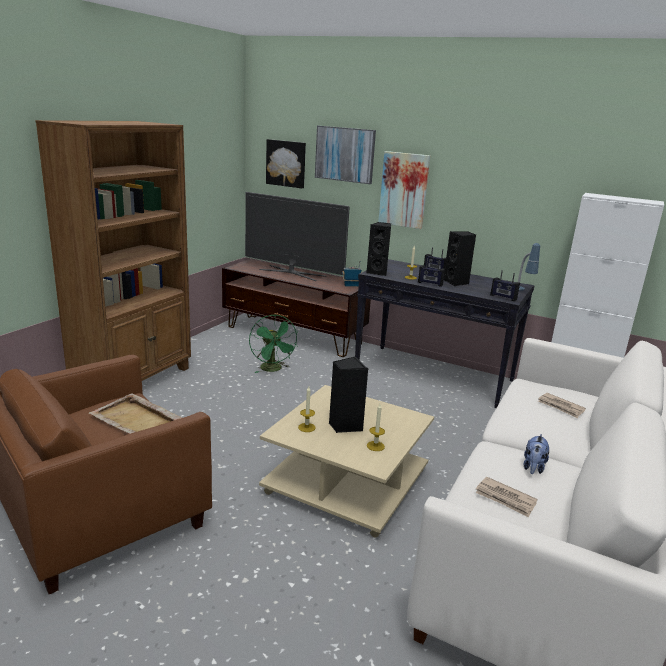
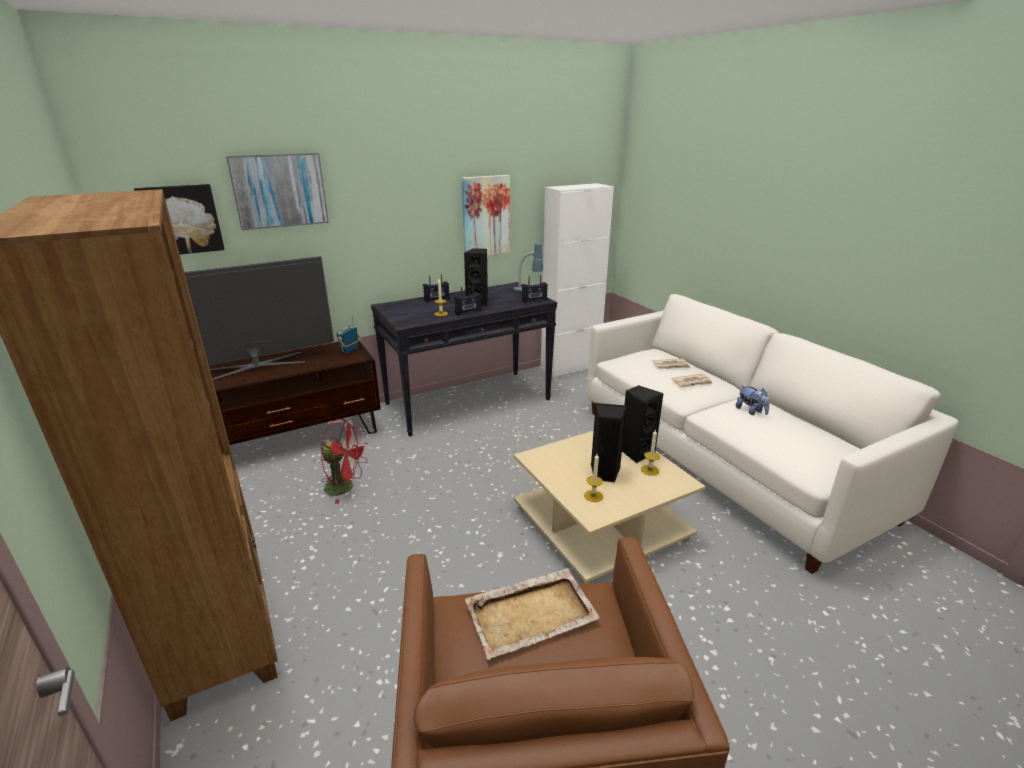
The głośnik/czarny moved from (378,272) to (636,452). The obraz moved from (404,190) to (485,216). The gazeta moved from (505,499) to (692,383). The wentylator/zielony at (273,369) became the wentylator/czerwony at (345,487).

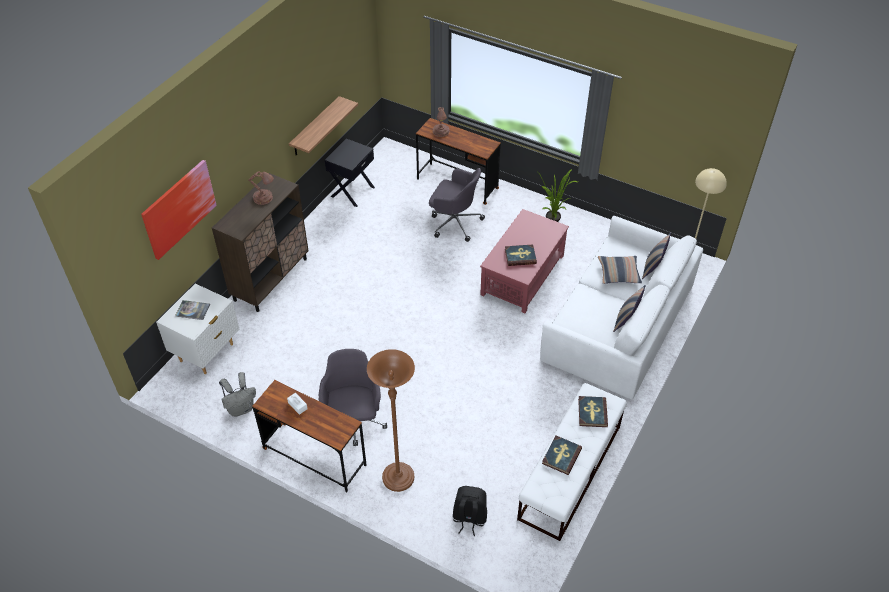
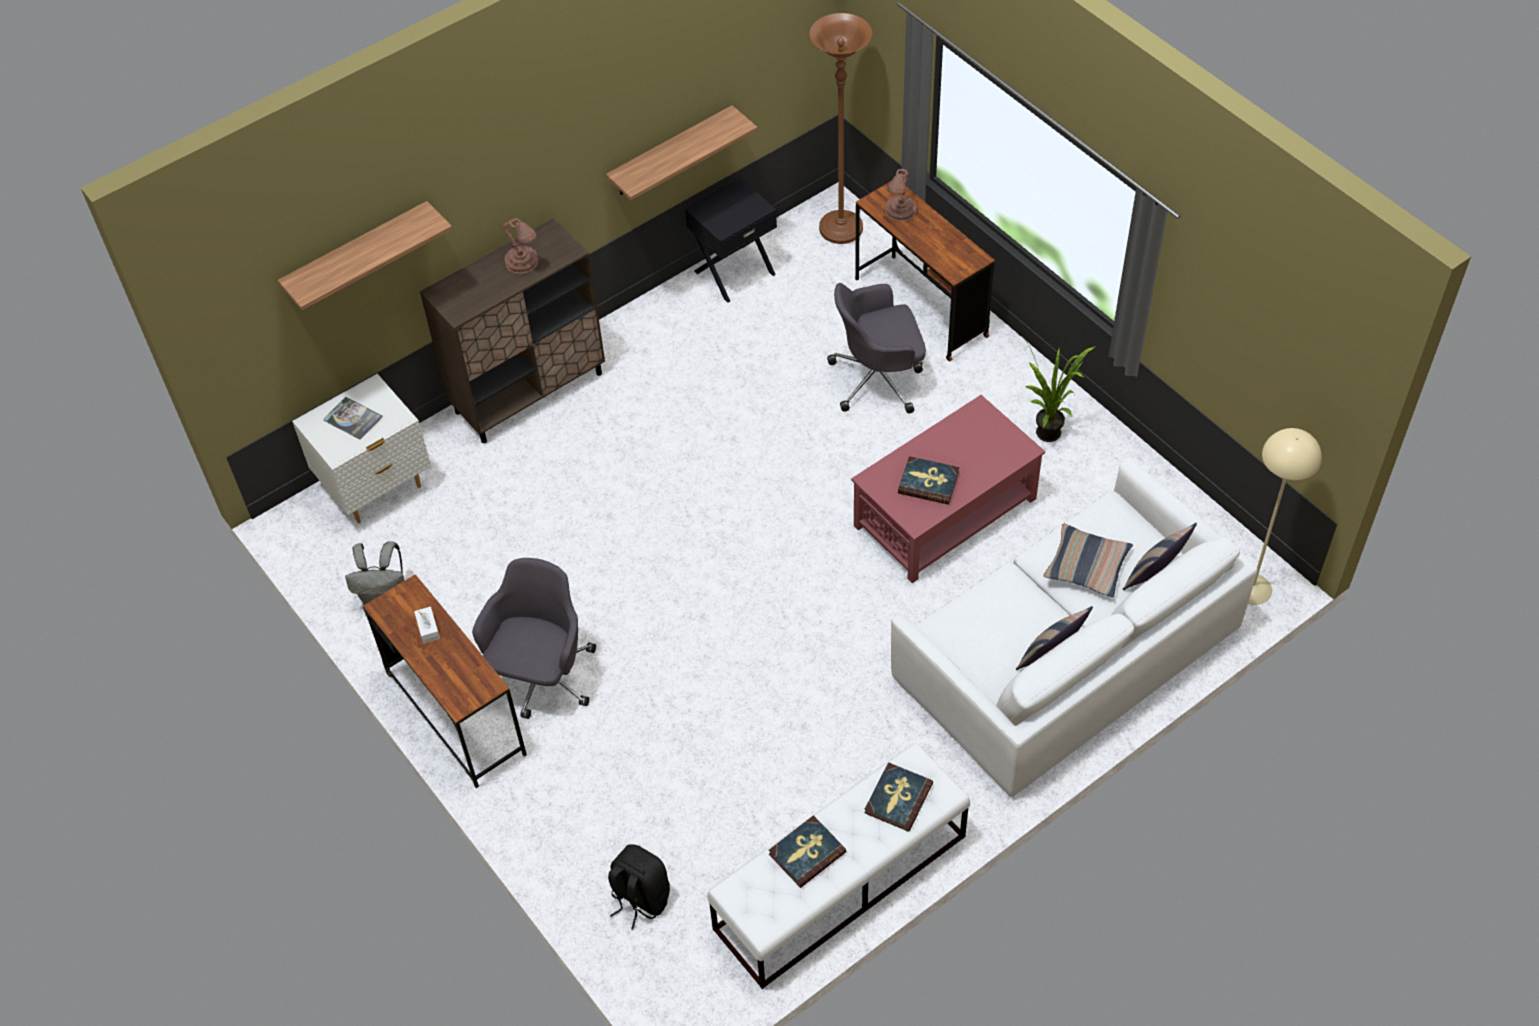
The lampa stojąca/brązowy moved from (398,478) to (841,229). The obraz at (179,208) was replaced by the półka at (357,253). The krzesło biurowe/szary at (454,222) turned 120 degrees clockwise.

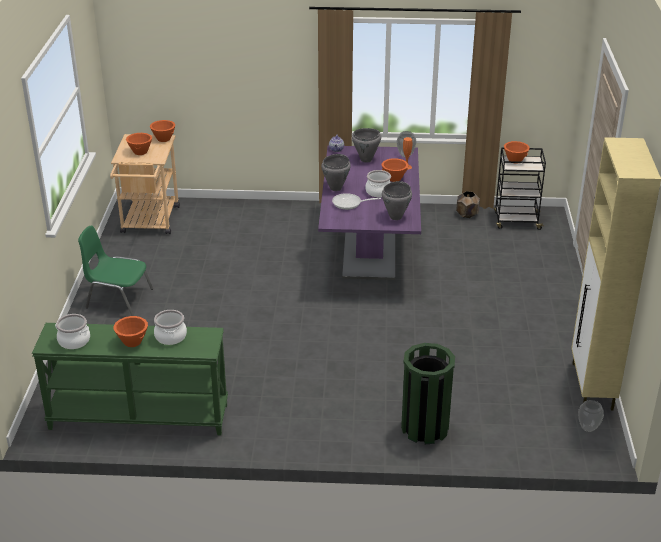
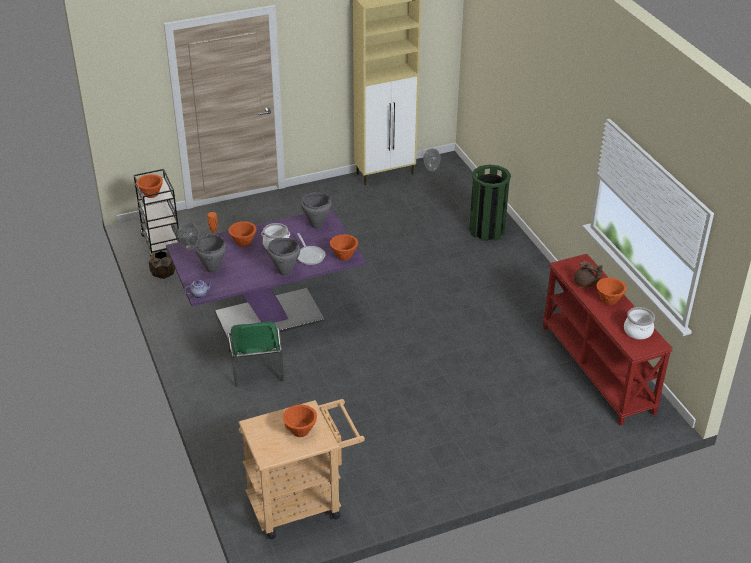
The krzesło/zielony moved from (118,298) to (256,366). The miska/pomarańczowy moved from (163,139) to (343,256). The garnek at (170,336) was replaced by the imbryk/brązowy at (585,284). The stolik konsolowy/zielony at (138,417) became the stolik konsolowy/czerwony at (598,369).

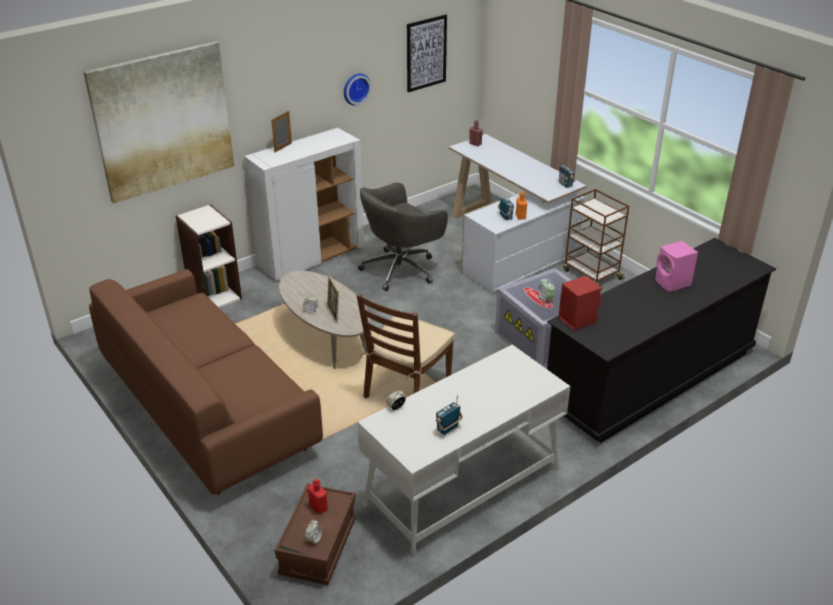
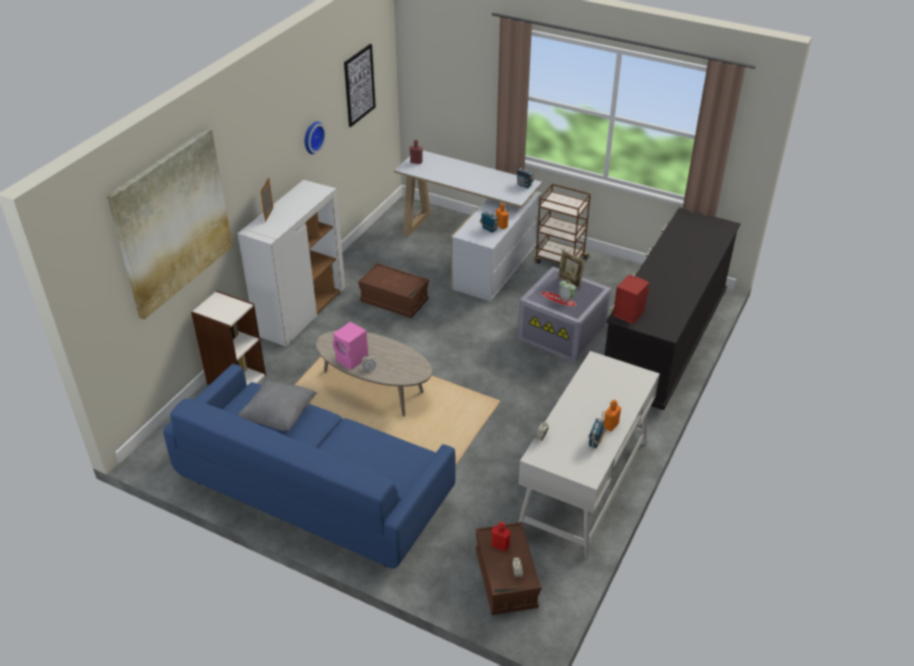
The krzesło/brązowy at (407,389) disappeared. The poduszka/szary at (279,416) appeared. The butelka/pomarańczowy at (610,426) appeared. The ramka na zdjęcie moved from (333,314) to (569,282). The głośnik/różowy moved from (673,283) to (352,360). The krzesło biurowe/szary at (401,269) was replaced by the pojemnik do przechowywania/brązowy at (394,301). The kanapa/brązowy at (208,406) became the kanapa/niebieski at (315,490).

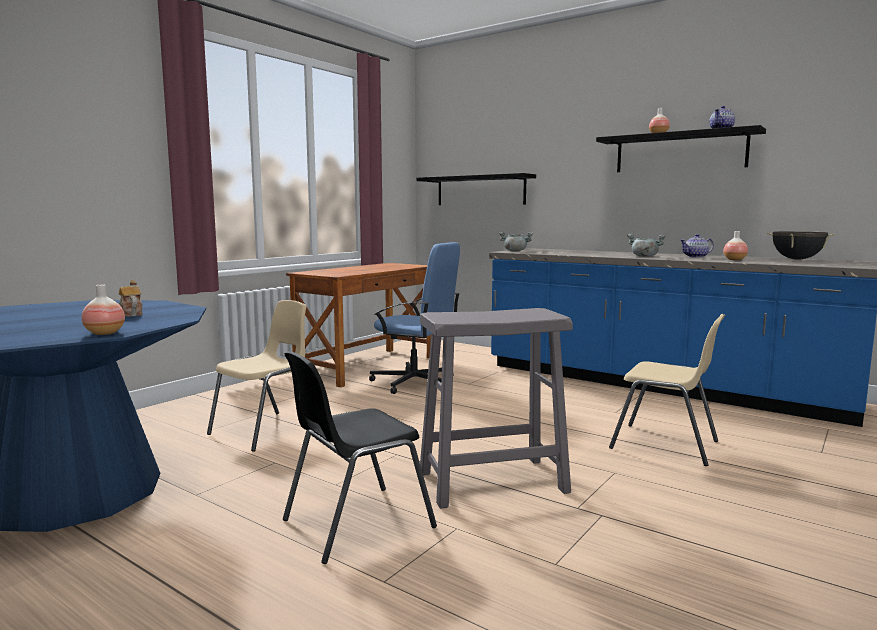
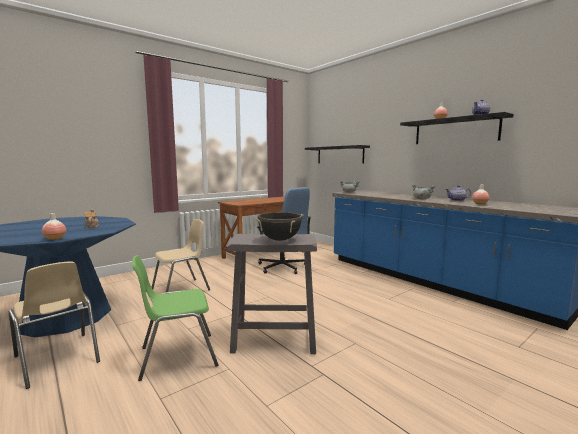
The krzesło/beżowy moved from (666,445) to (57,360). The garnek/czarny moved from (797,259) to (279,240). The krzesło/czarny at (355,523) became the krzesło/zielony at (177,356).

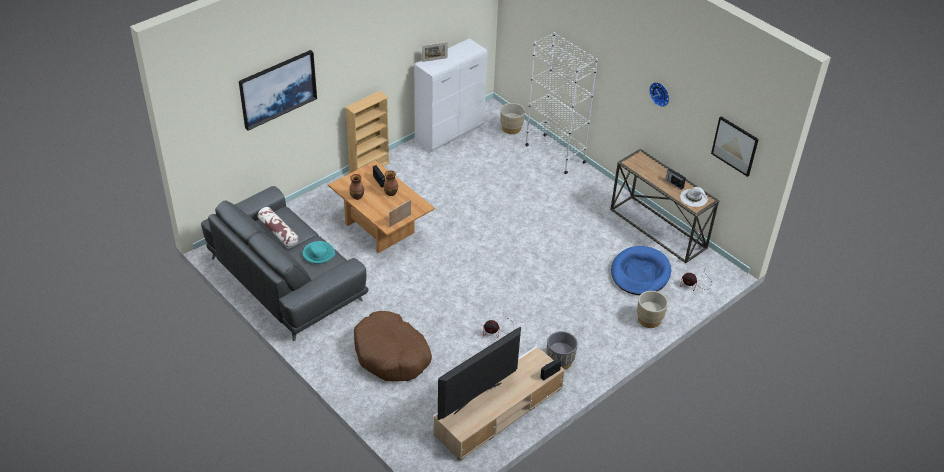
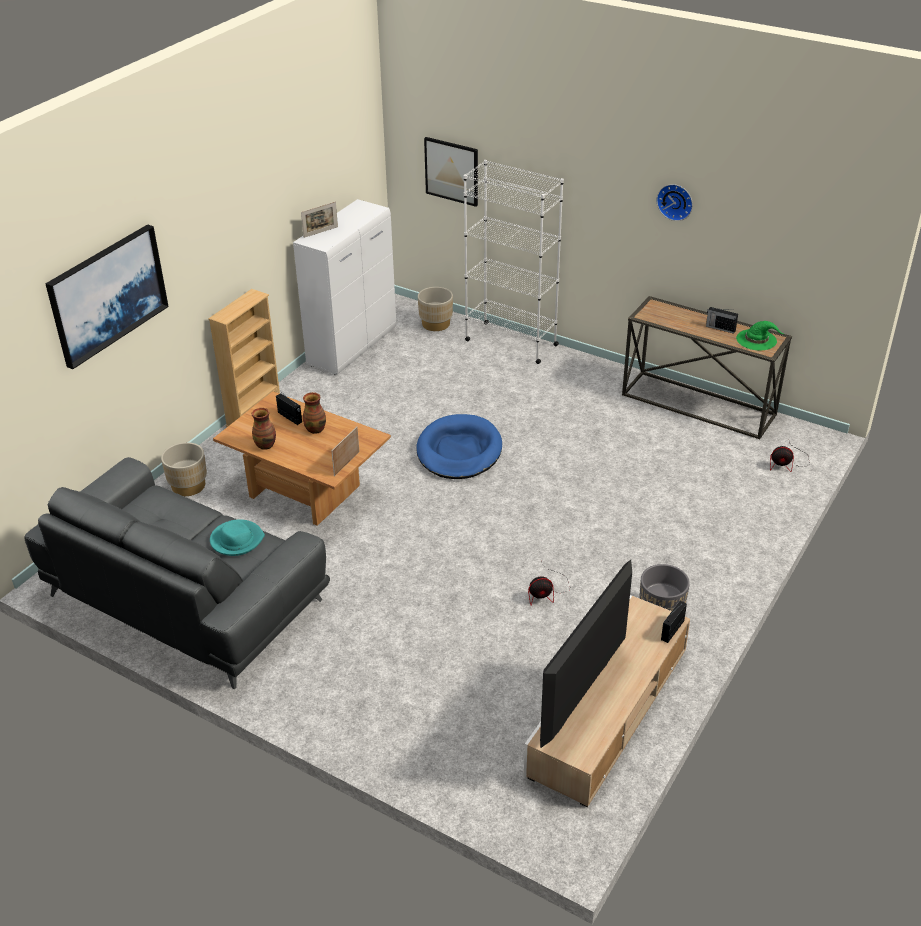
The poduszka at (278,232) disappeared. The legowisko/brązowy at (391,354) disappeared. The legowisko/niebieski moved from (640,273) to (459,451). The donica/beżowy moved from (649,319) to (188,486). The obraz moved from (735,146) to (451,171). The kapelusz/biały at (694,198) became the kapelusz/zielony at (757,340).

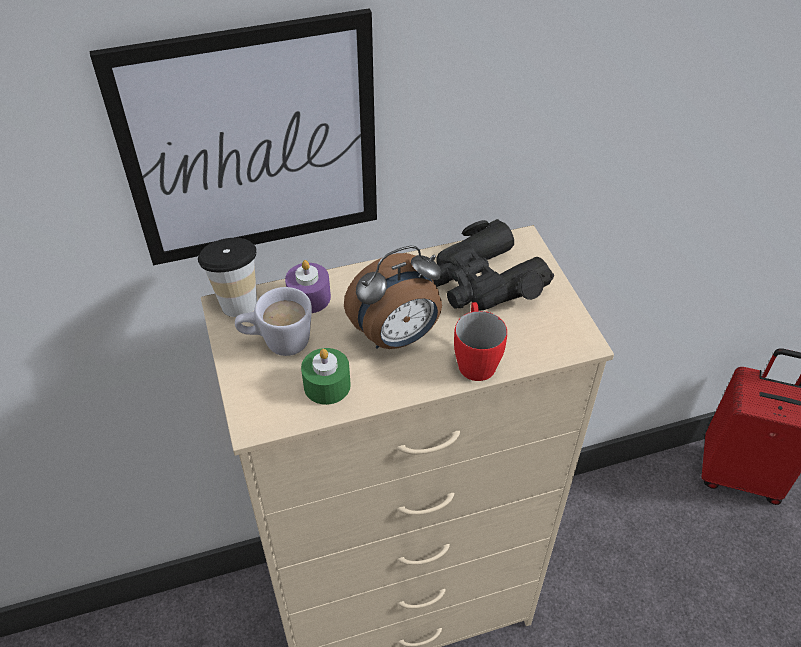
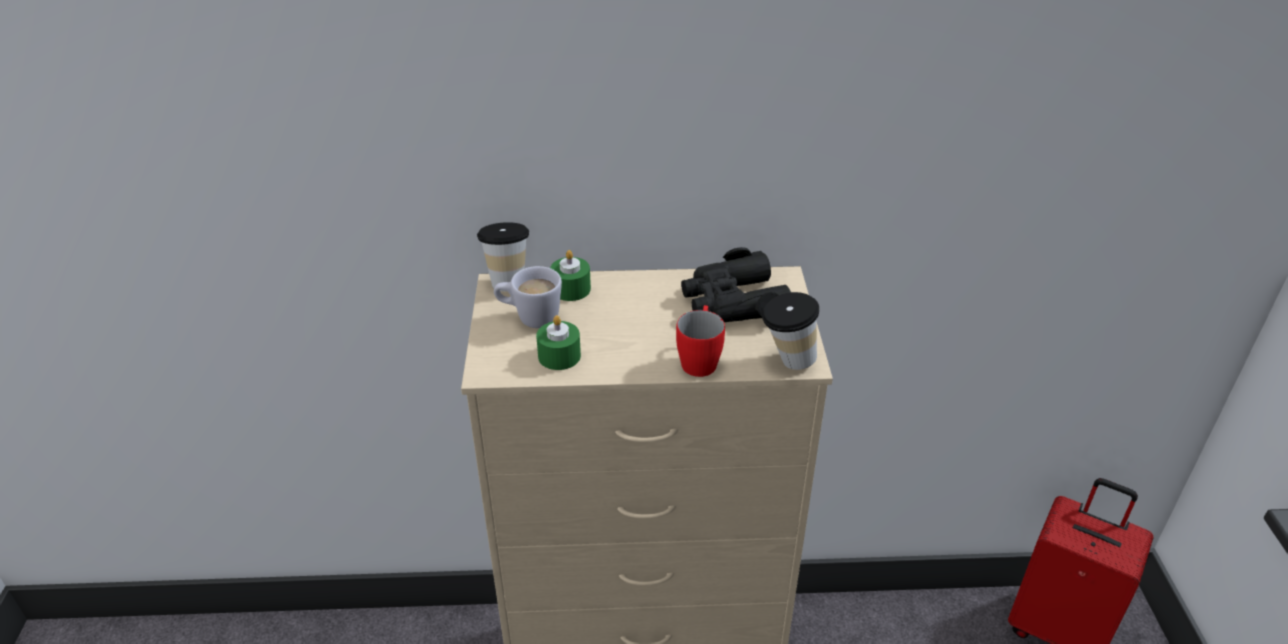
The obraz at (252,144) disappeared. The budzik at (397,337) disappeared. The filiżanka at (786,361) appeared. The świeca/fioletowy at (309,297) became the świeca/zielony at (571,289).

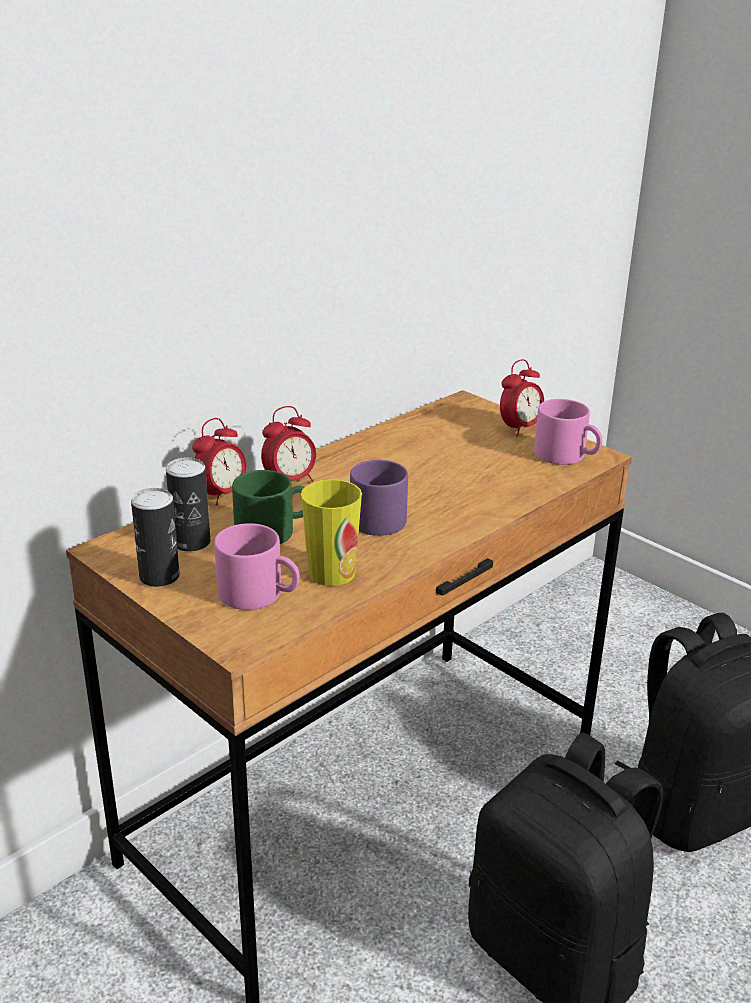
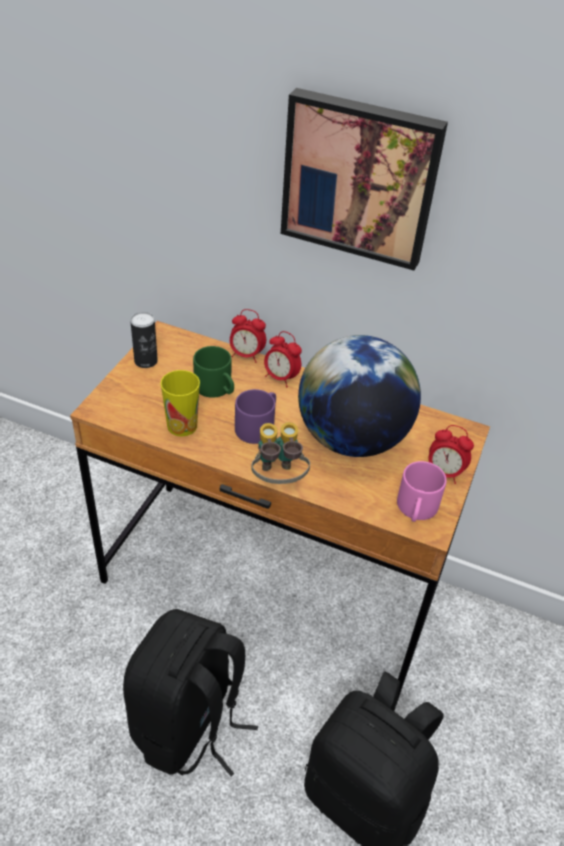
The puszka at (191,542) disappeared. The kubek/różowy at (260,594) disappeared. The lornetka at (278,479) appeared. The obraz at (360,178) appeared. The globus at (352,438) appeared.

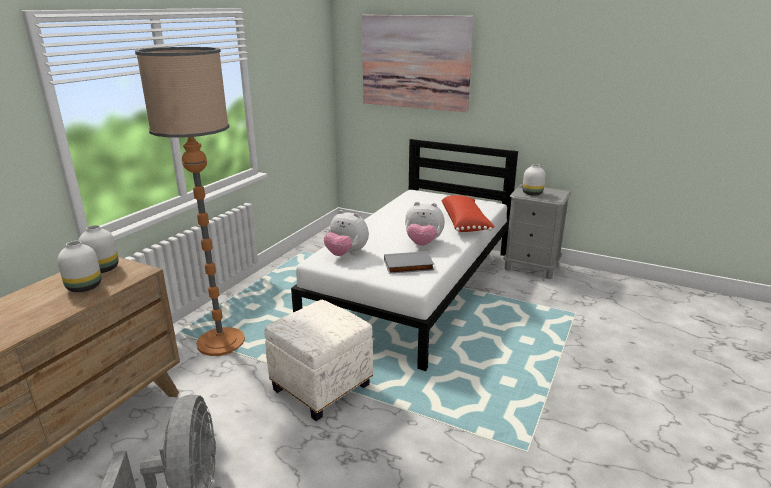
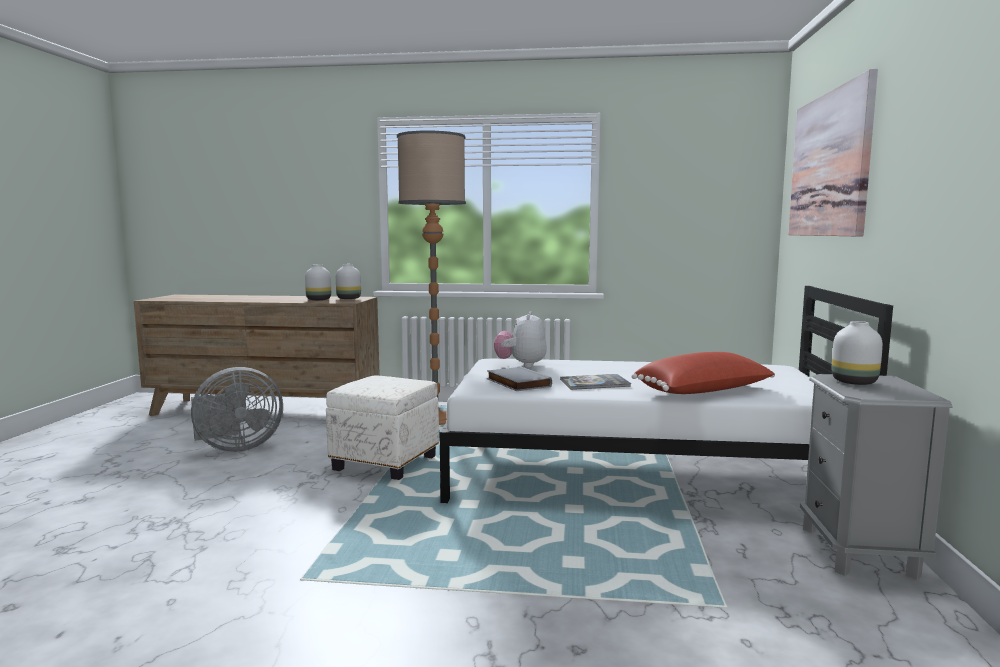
The pluszak at (423,243) was replaced by the książka at (594,383).

